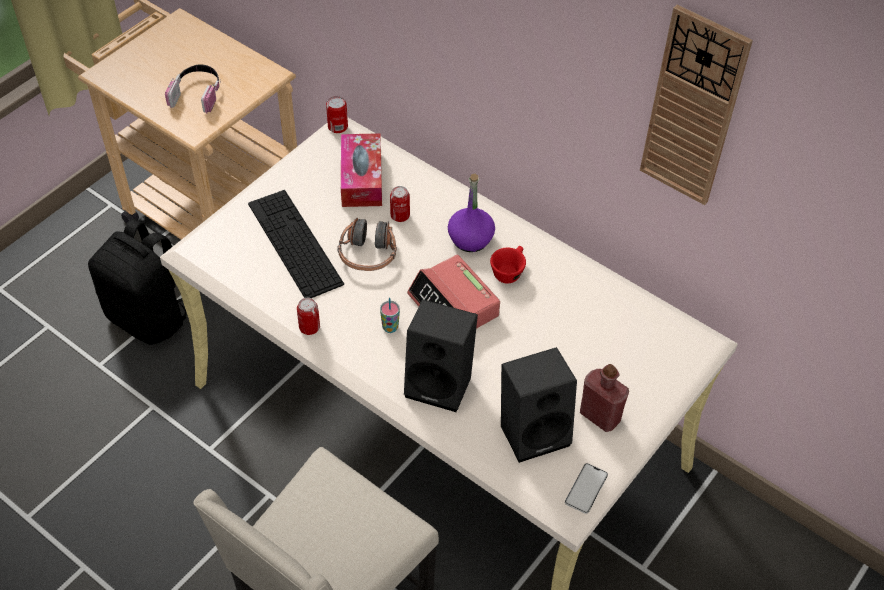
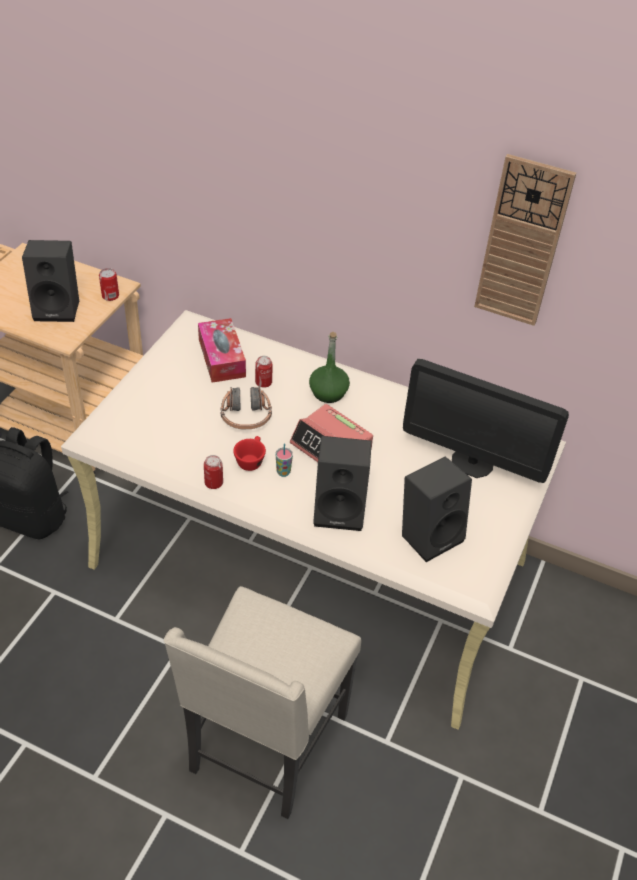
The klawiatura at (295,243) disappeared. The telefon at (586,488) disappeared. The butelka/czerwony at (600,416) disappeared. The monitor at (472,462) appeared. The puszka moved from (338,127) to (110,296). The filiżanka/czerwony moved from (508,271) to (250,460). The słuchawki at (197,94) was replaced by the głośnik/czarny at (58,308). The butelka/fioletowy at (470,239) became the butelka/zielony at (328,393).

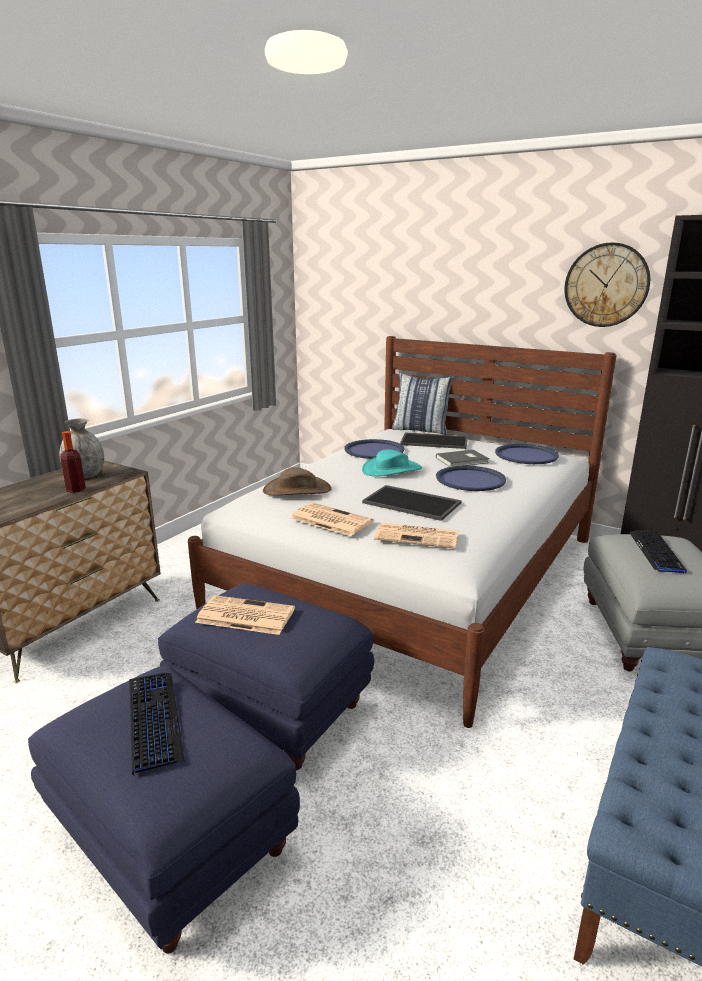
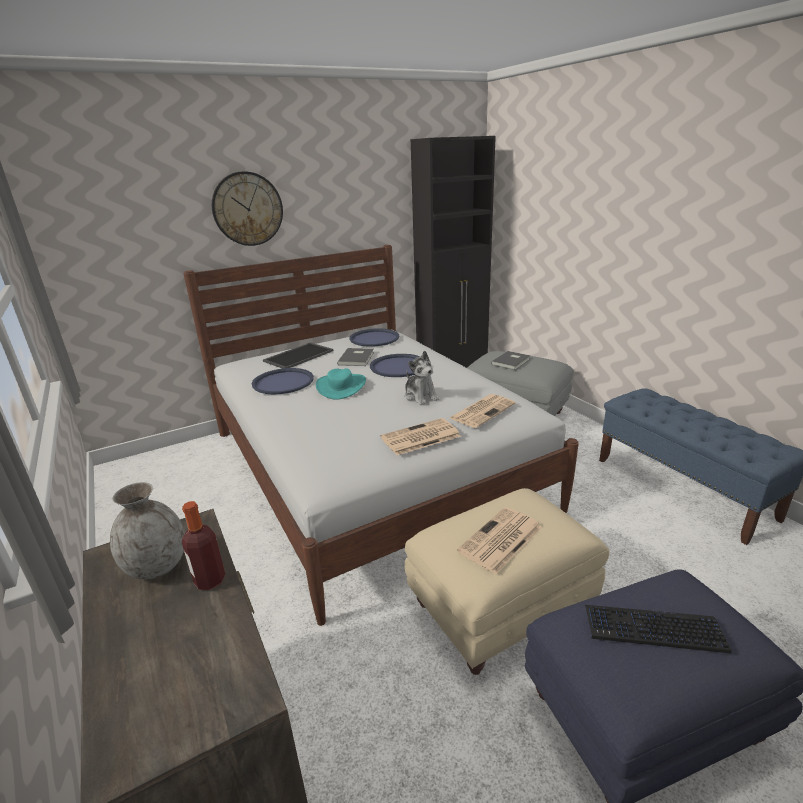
The kapelusz/brązowy at (297,490) disappeared. The poduszka at (420,430) disappeared. The zegar ścienny moved from (606,285) to (247,209). The taca at (413,502) was replaced by the pluszak at (420,396). The klawiatura at (656,552) was replaced by the książka/szary at (512,361). The pufa/niebieski at (272,709) became the pufa/beżowy at (502,606).

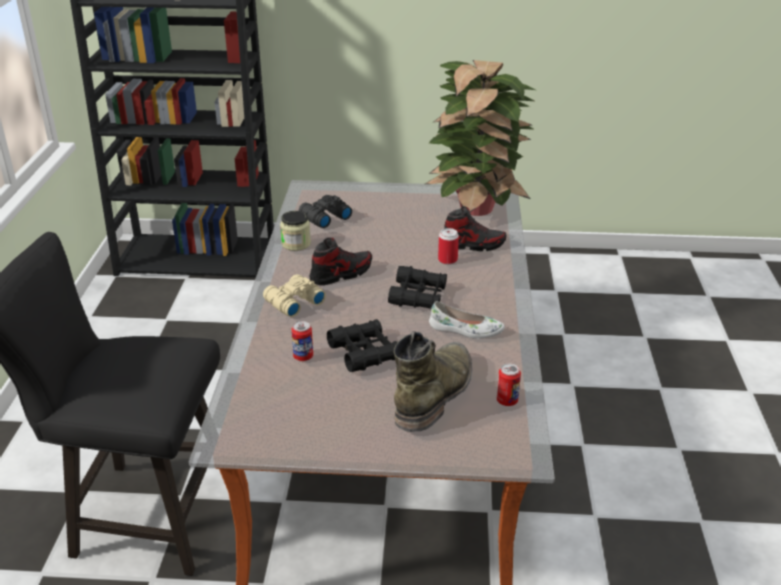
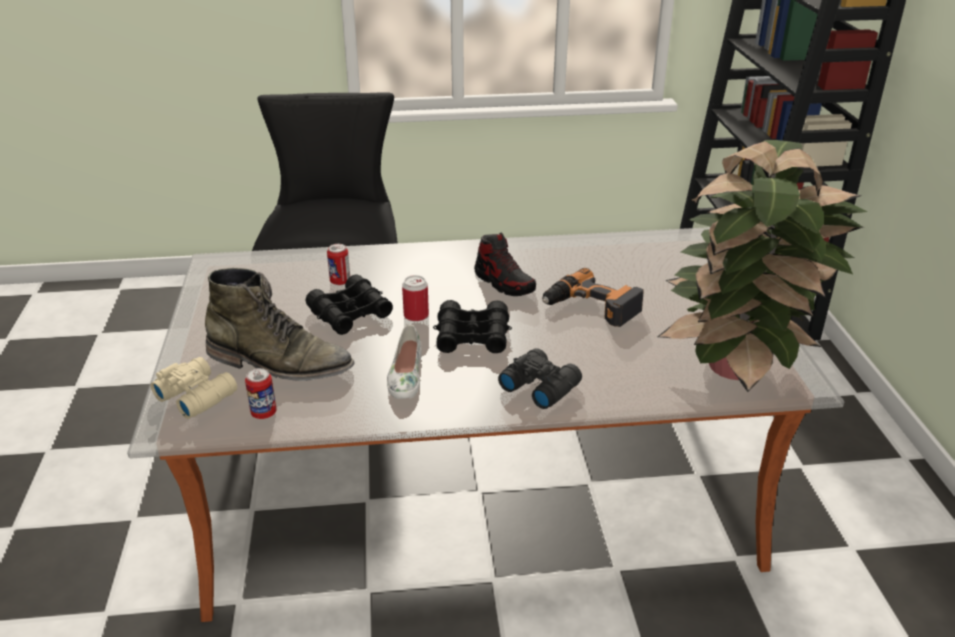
The słoik at (296,244) disappeared. The but at (472,244) disappeared. The wiertarka at (591,307) appeared. The lornetka/beżowy moved from (293,302) to (196,395). The lornetka/czarny moved from (324,217) to (539,385). The puszka moved from (447,260) to (416,316).

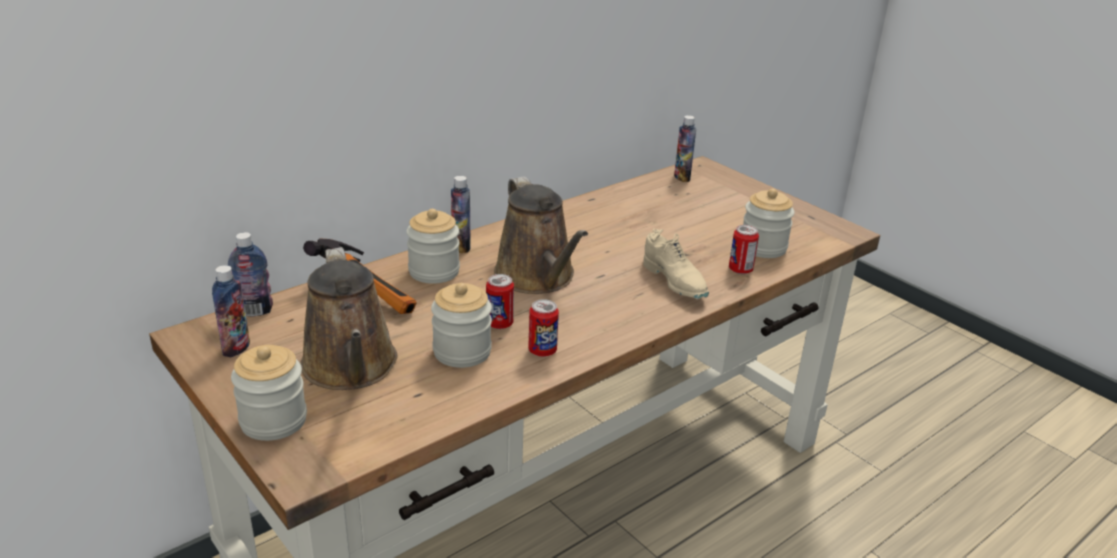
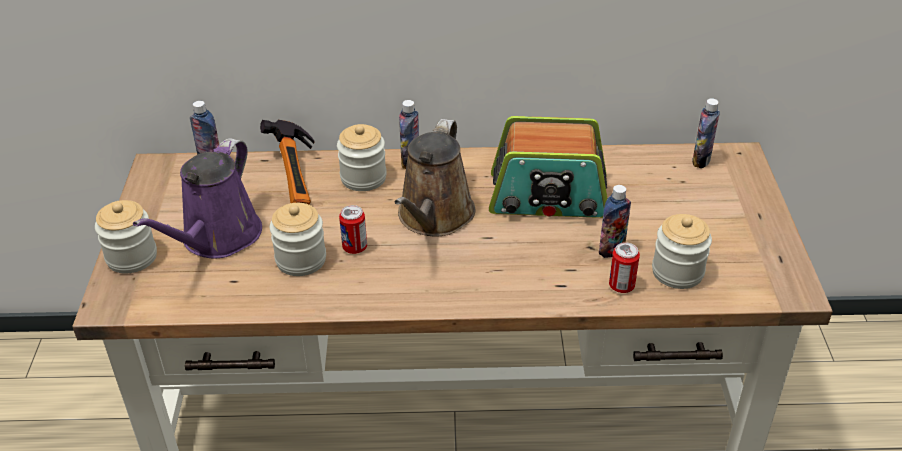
The puszka at (542,351) disappeared. The but/beżowy at (675,282) disappeared. The radio at (548,196) appeared. The butelka moved from (236,348) to (611,250). The konewka/brązowy at (351,368) became the konewka/fioletowy at (217,238).

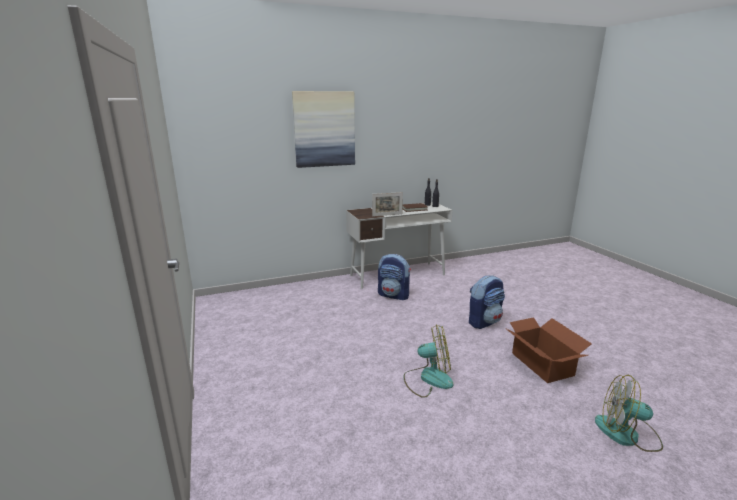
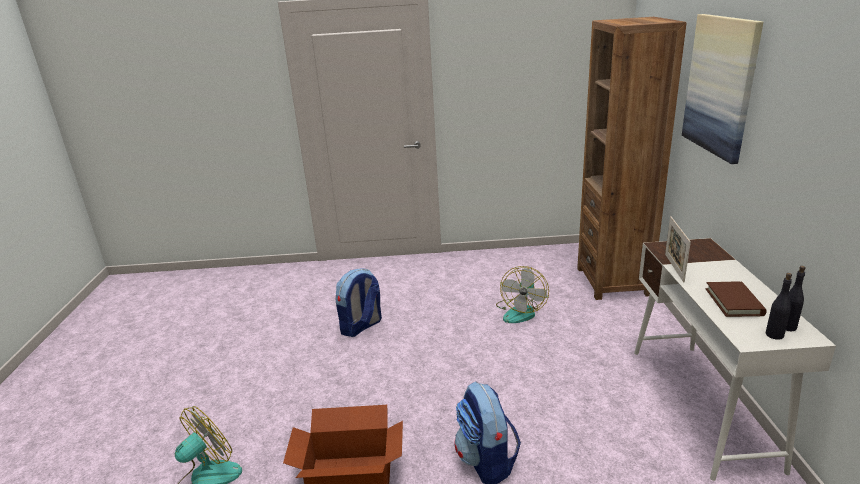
The regał/brązowy at (613,281) appeared. The plecak moved from (394,295) to (361,327). The wentylator moved from (428,379) to (520,311).

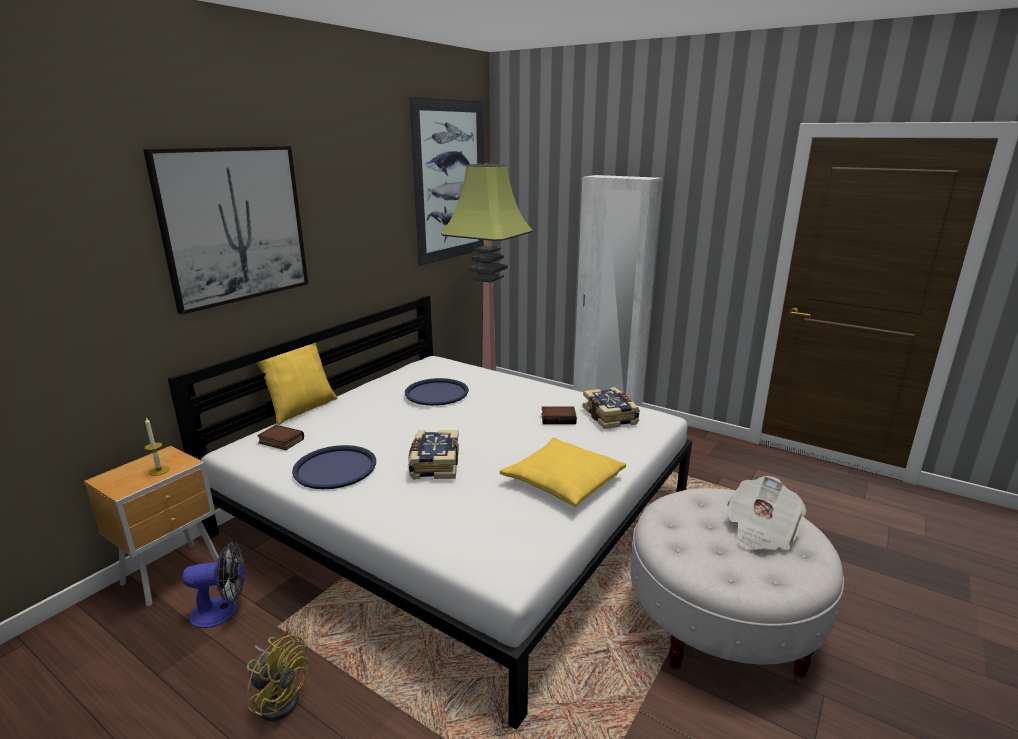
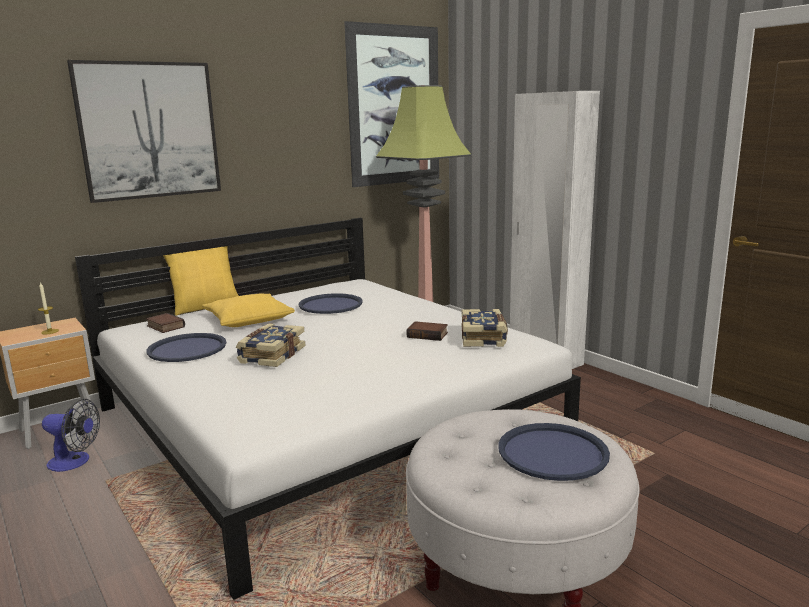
The wentylator/żółty at (279,697) disappeared. The poduszka/żółty moved from (563,481) to (248,319). The gazeta at (760,531) was replaced by the taca/niebieski at (553,453).

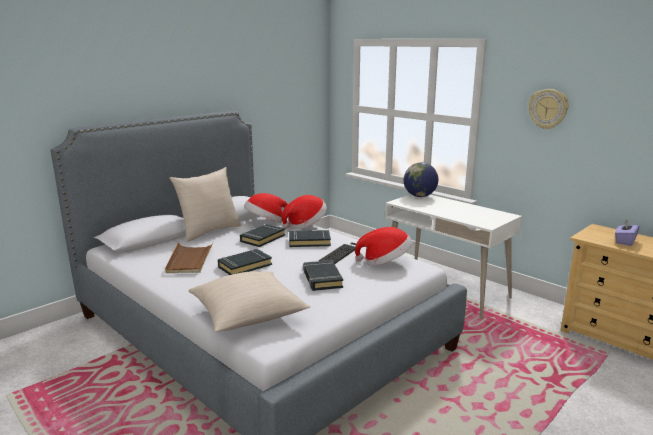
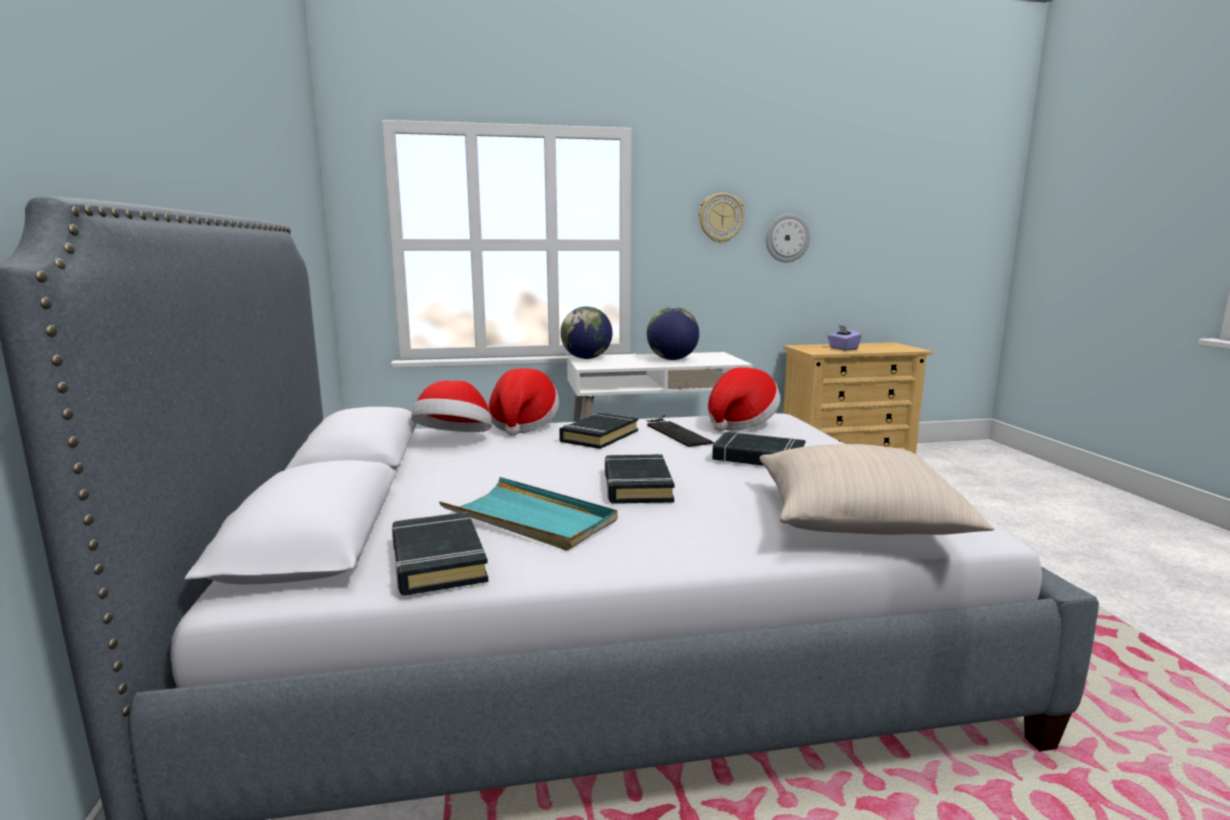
The poduszka/beżowy at (209,231) disappeared. The globus at (672,359) appeared. The zegar ścienny at (787,238) appeared. The książka/czarny moved from (262,238) to (437,561). The taca/brązowy at (189,260) became the taca/turkusowy at (530,518).

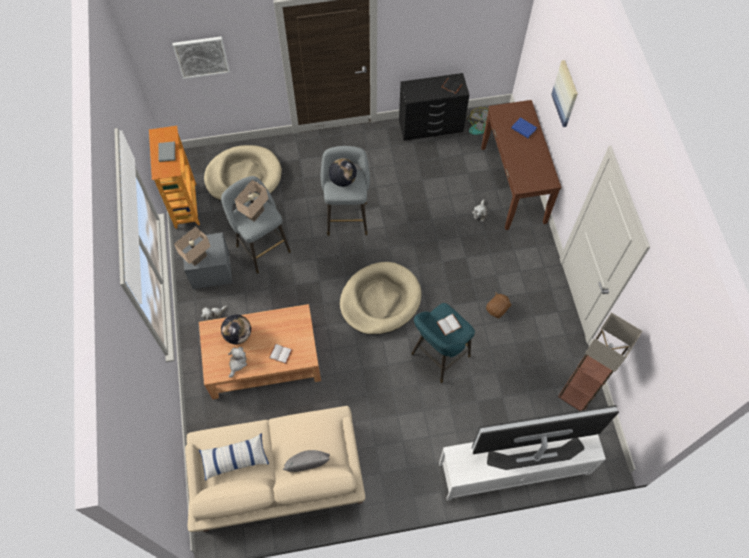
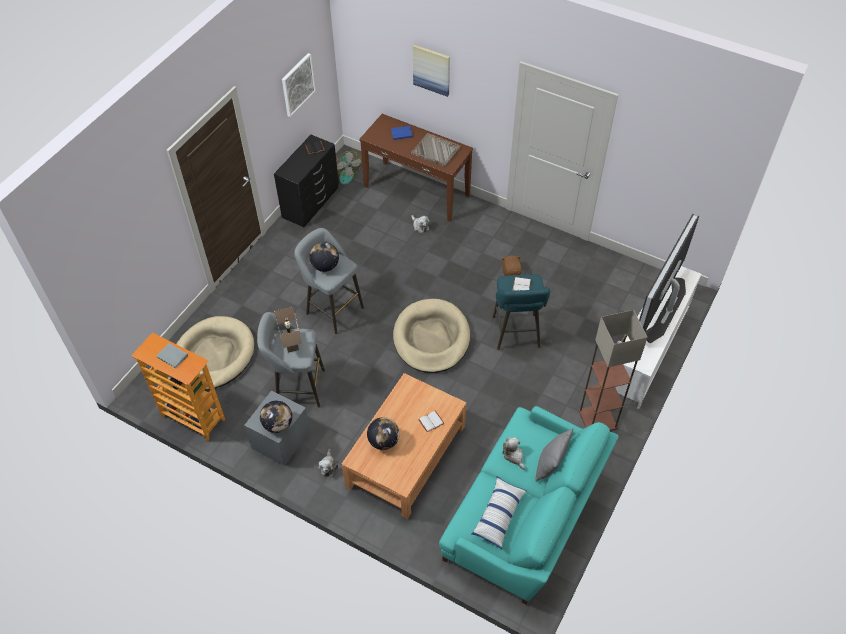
The taca/szary at (436,151) appeared. The obraz moved from (201,56) to (297,84). The pluszak moved from (237,363) to (513,456). The lampa stojąca moved from (577,394) to (598,419). The lampa stołowa/beżowy at (198,258) was replaced by the globus at (278,425). The kanapa/beżowy at (279,479) became the kanapa/turkusowy at (526,514).

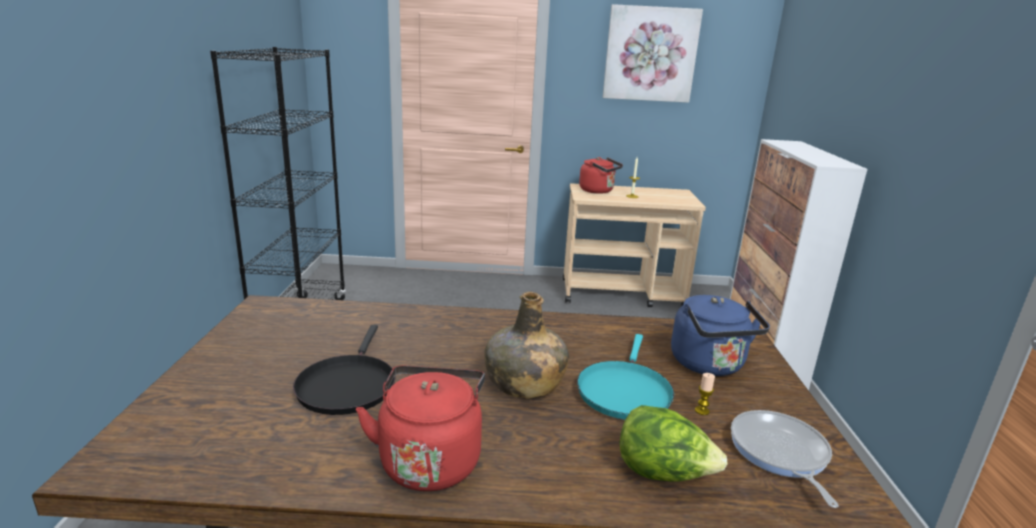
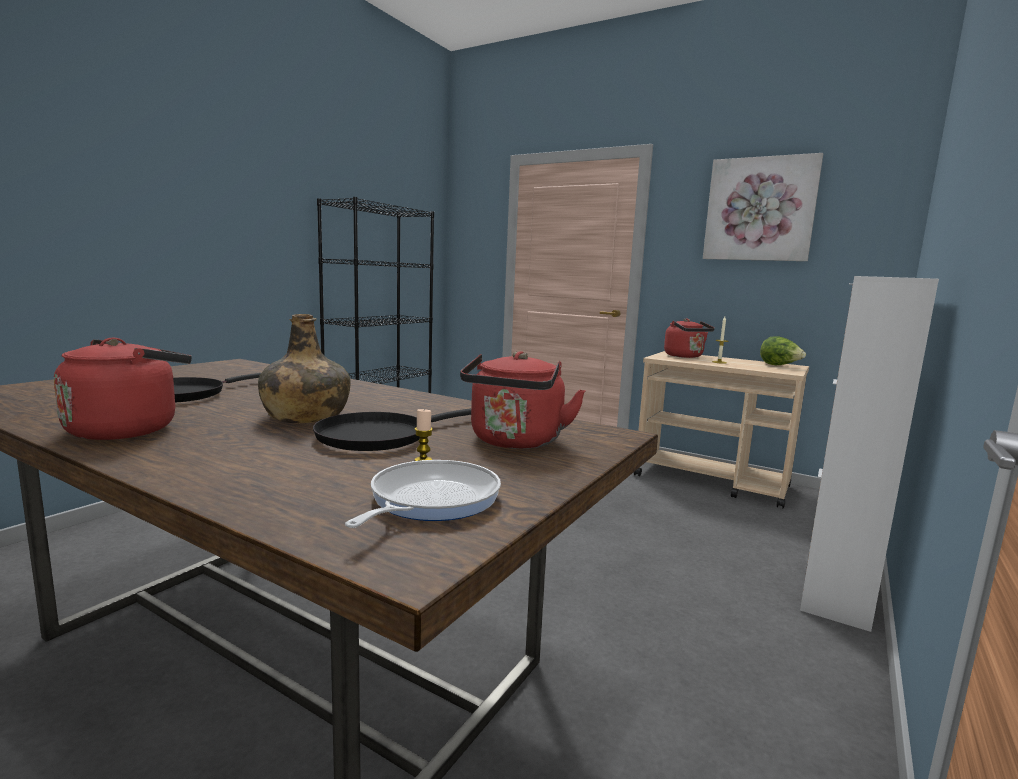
The sałata moved from (663,473) to (779,366). The patelnia/turkusowy at (624,391) became the patelnia/czarny at (379,436). The czajnik/niebieski at (710,365) became the czajnik/czerwony at (515,442).

